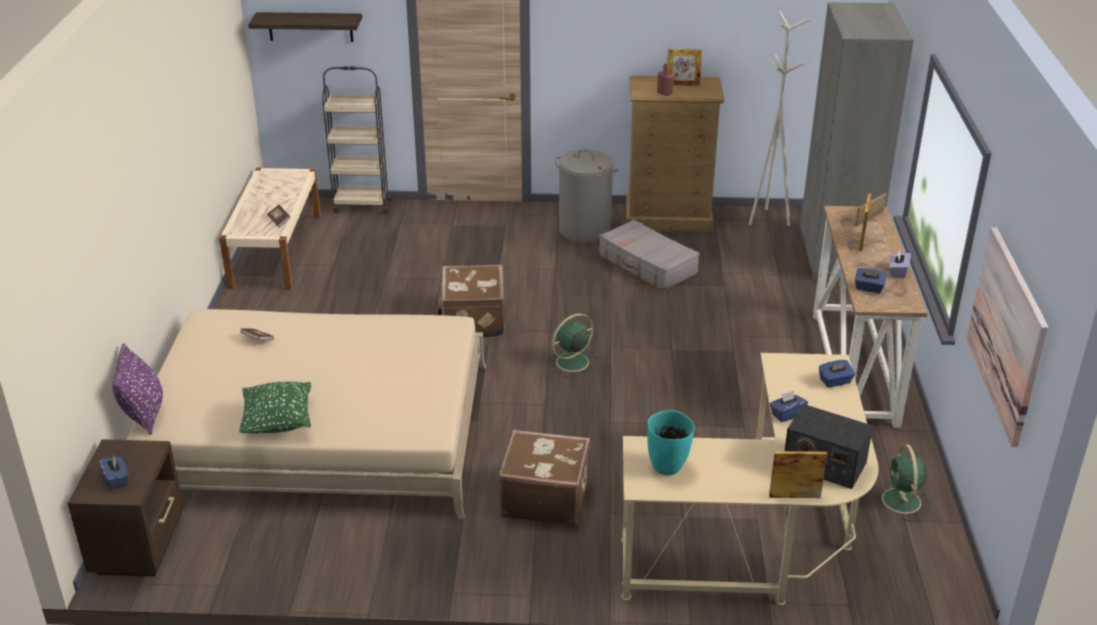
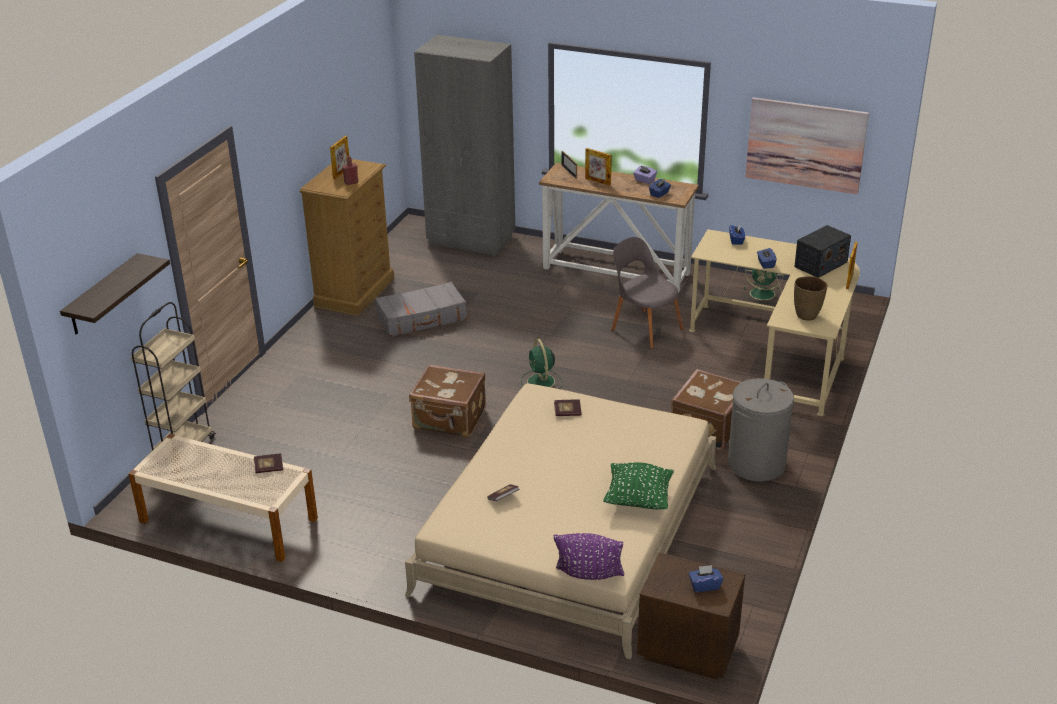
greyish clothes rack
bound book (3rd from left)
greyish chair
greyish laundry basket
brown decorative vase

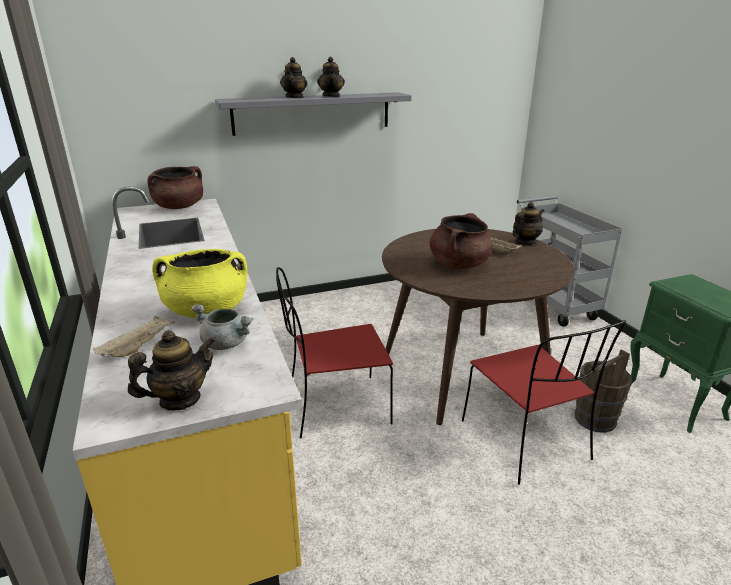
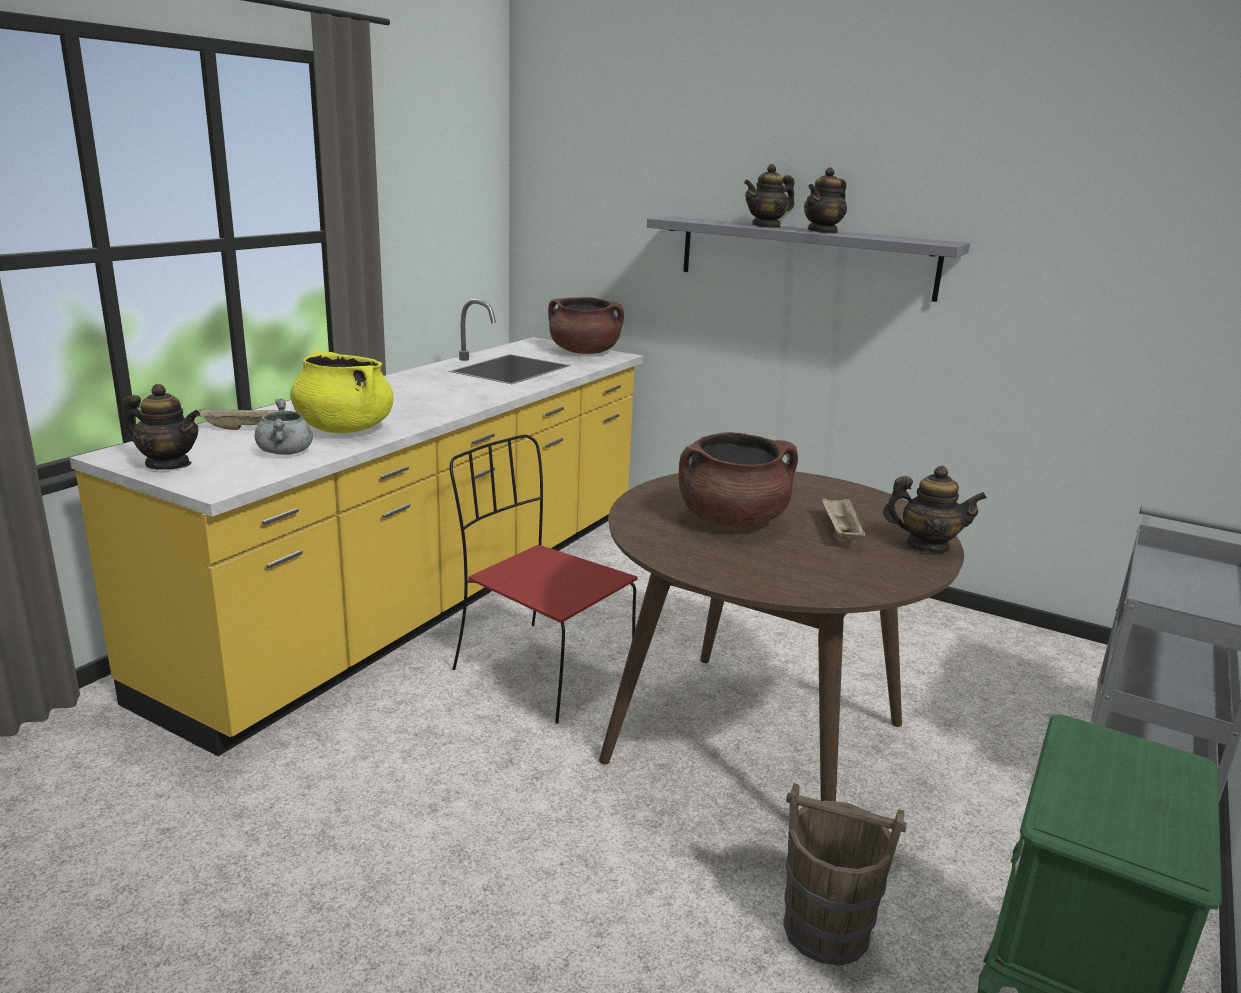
red chair (2nd from left in the first image)

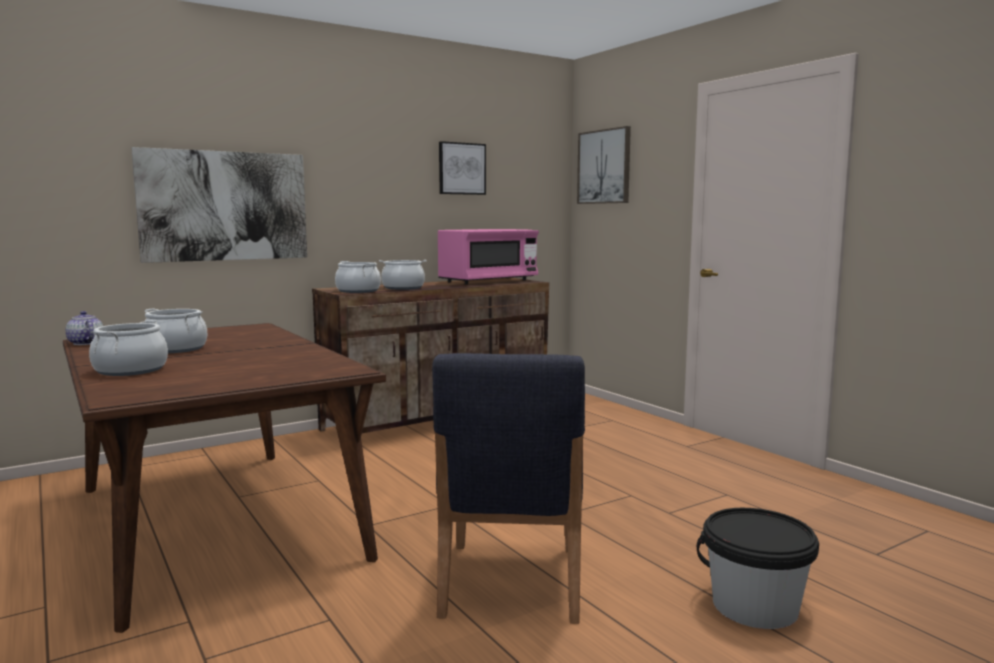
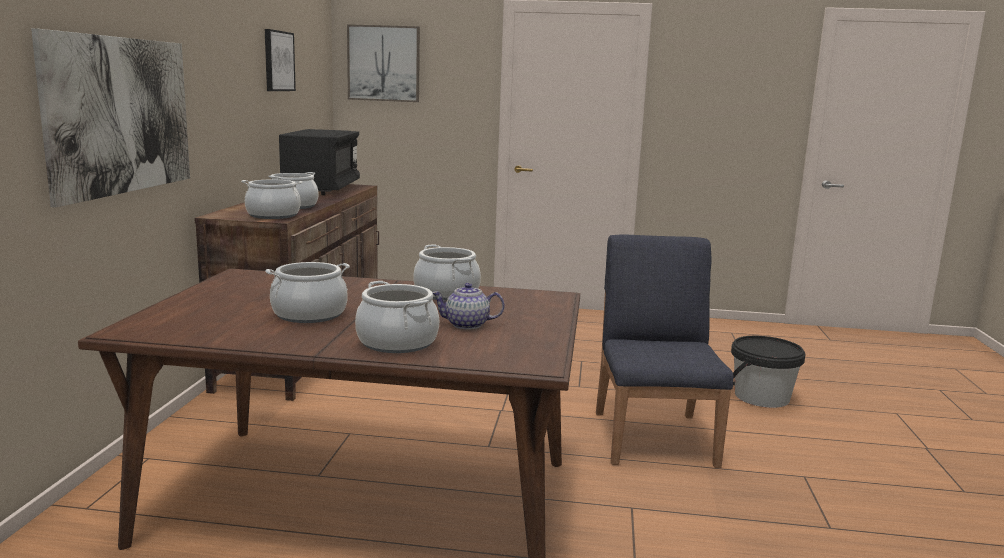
stockpot (5th from left)
pot for tea
black kitchen microwave
blue-coloured chair

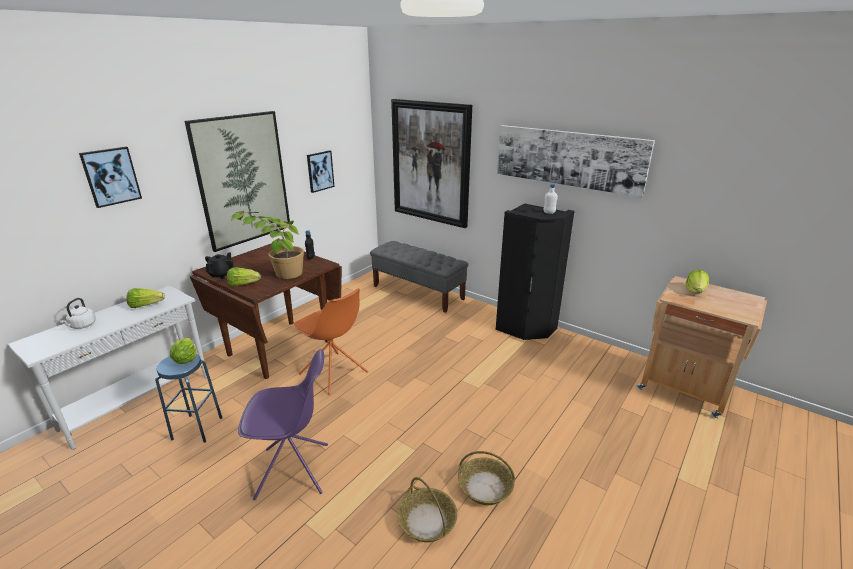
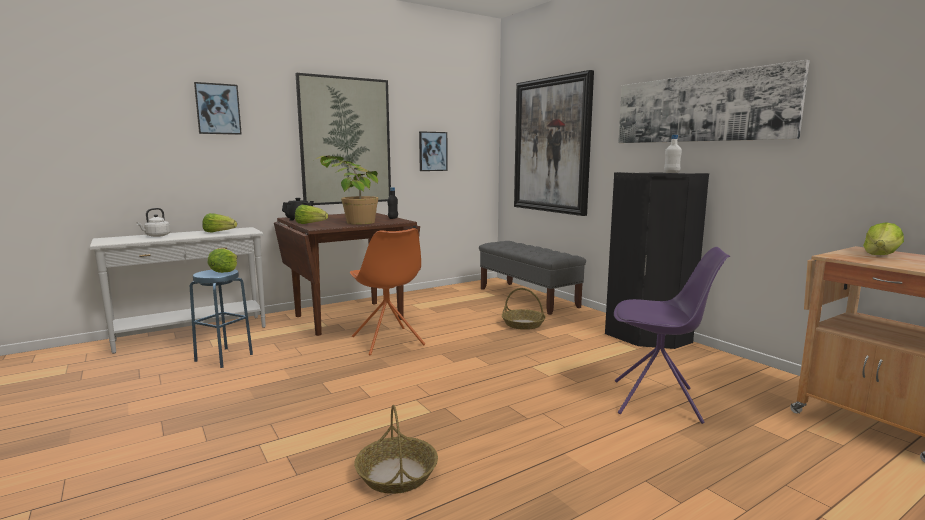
purple chair
household basket (2nd from left)

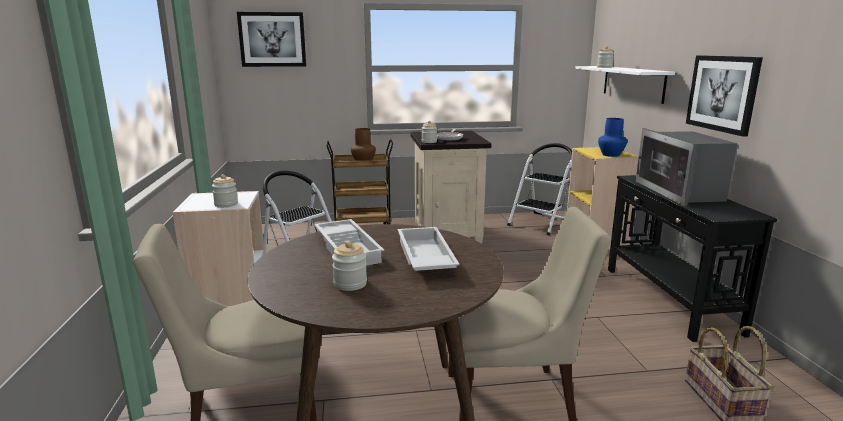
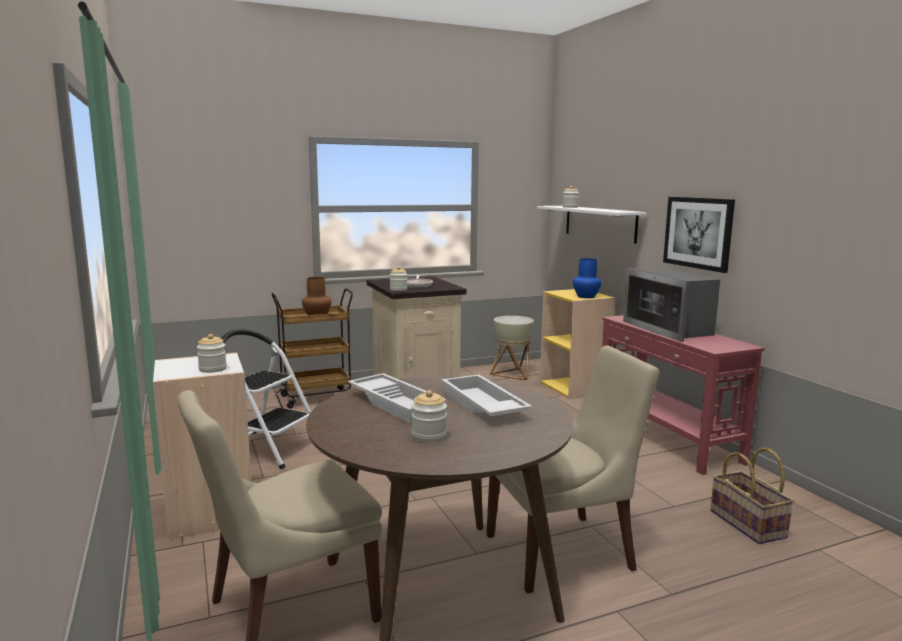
wall art (1st from left in the first image)
plant pot
red hall table

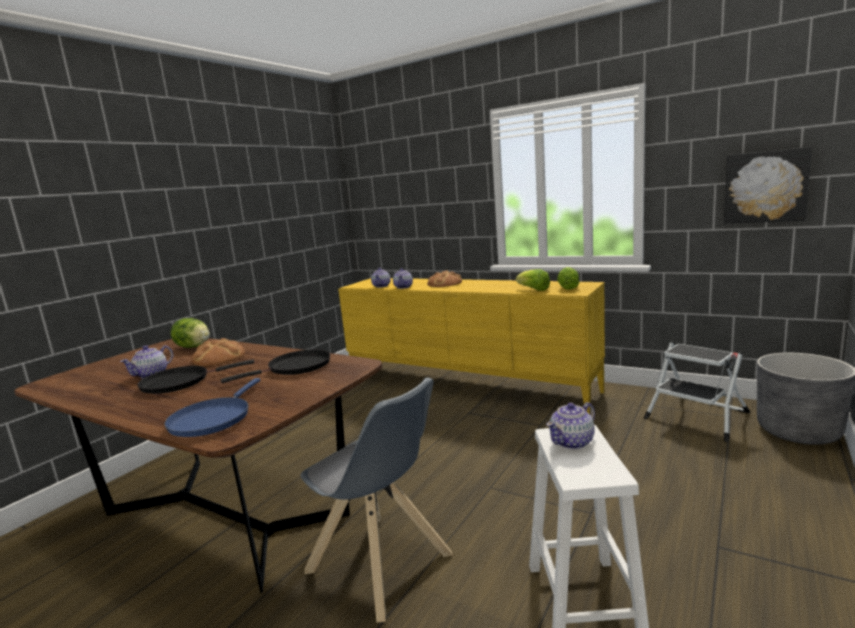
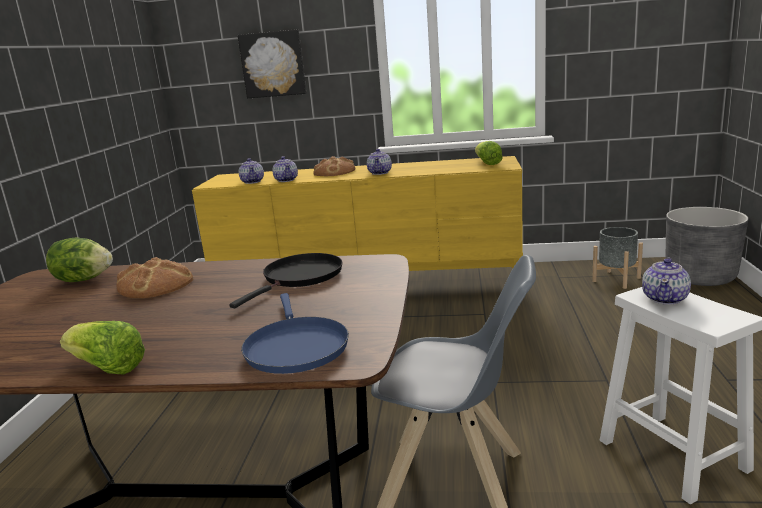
black skillet (1st from left in the first image)
pot for tea (3rd from left)
lettuce head (2nd from left)
wall art
greyish plant pot (1st from left)

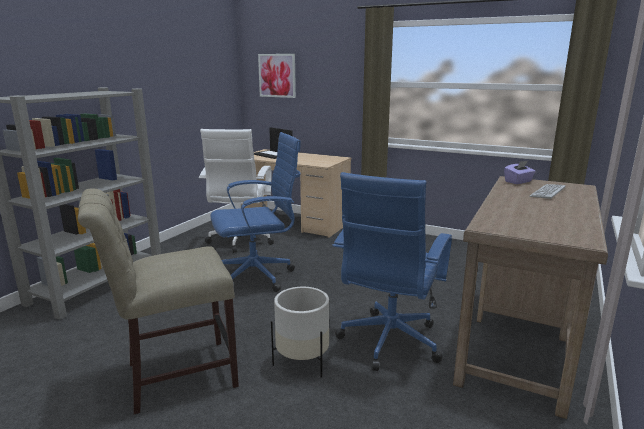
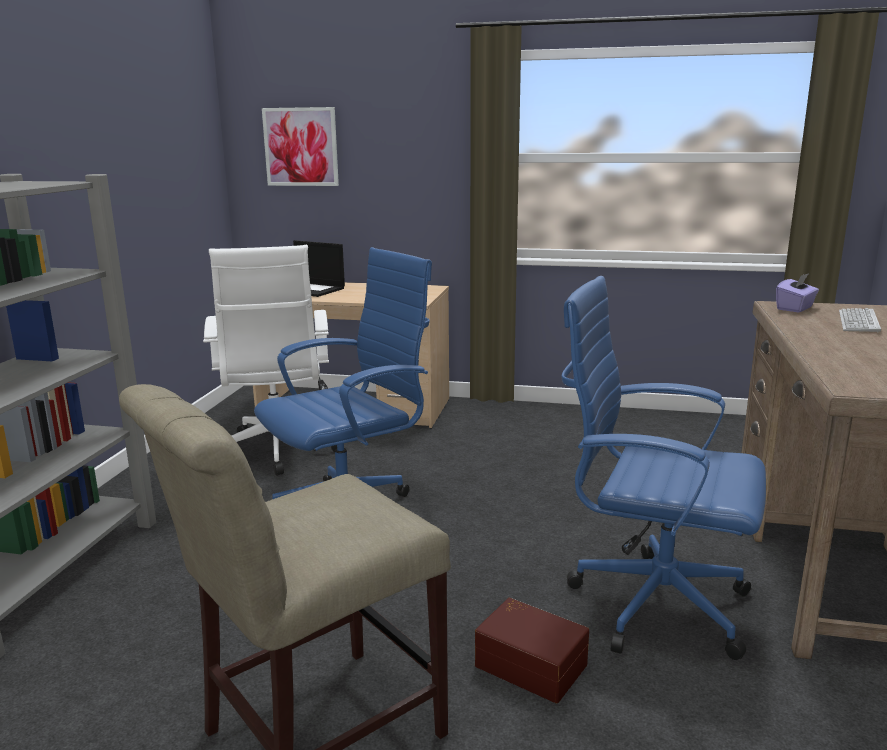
brown storage bin
blue-coloured computer chair (2nd from left)

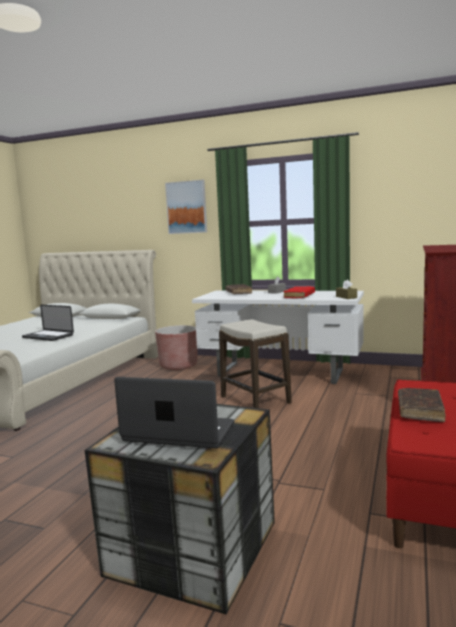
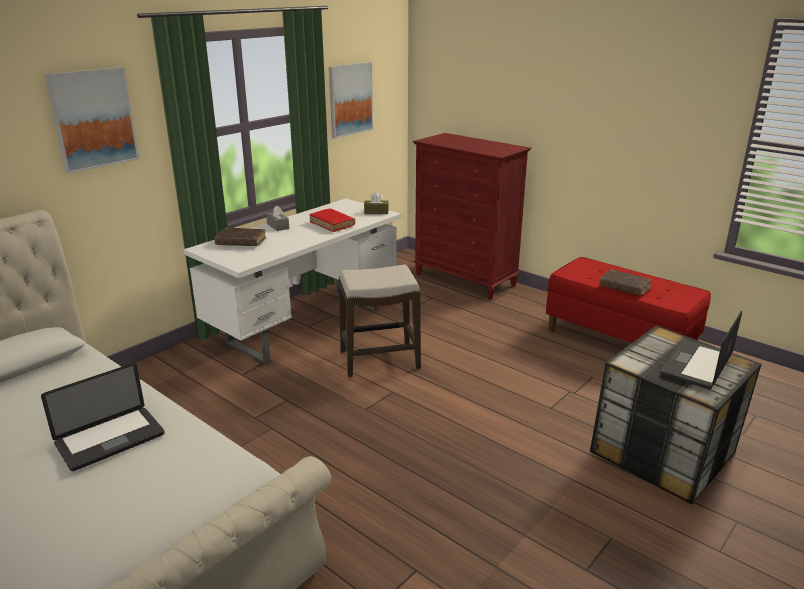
brown plant pot
wall art (2nd from left)

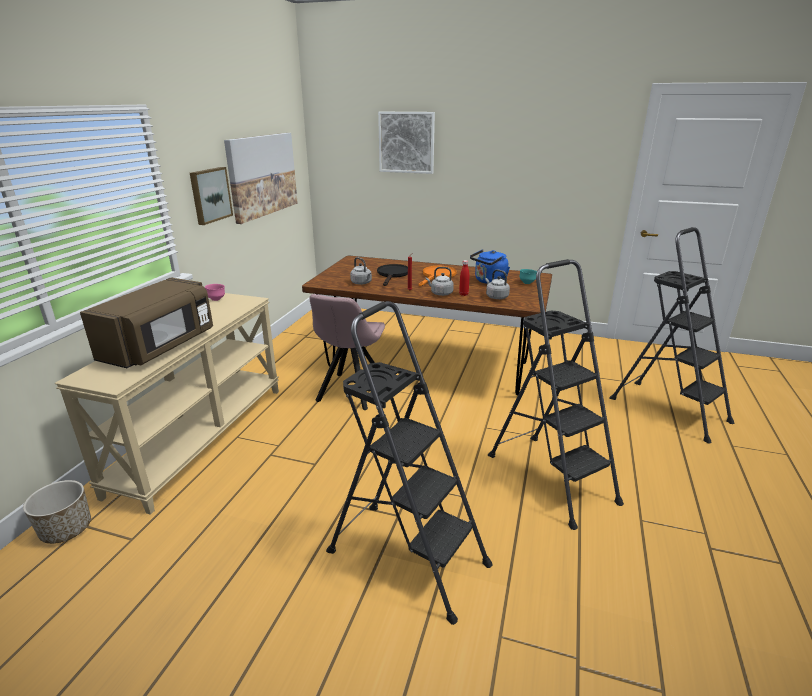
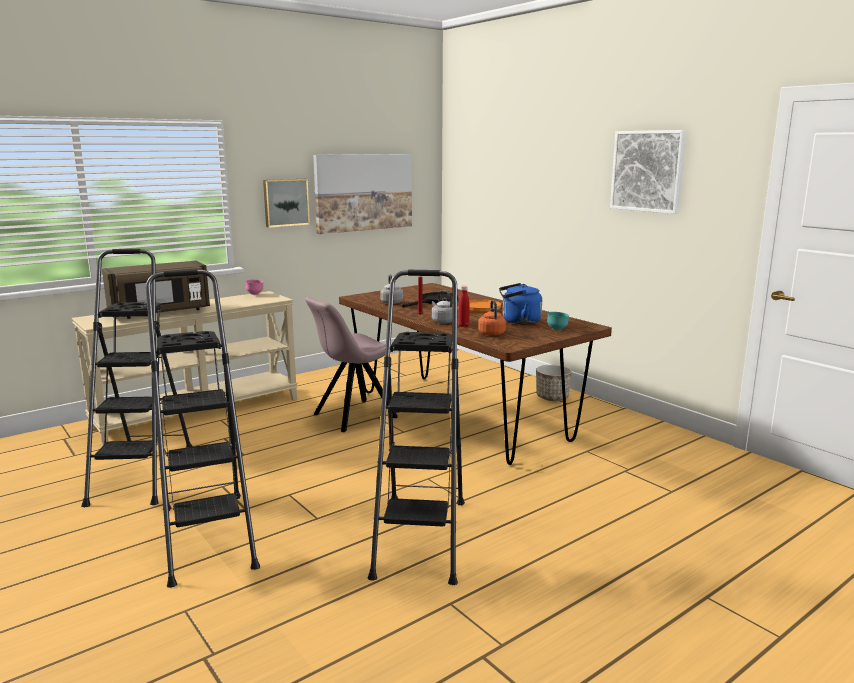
plant pot
wall art (3rd from left)
step ladder (1st from left)
orange-coloured water kettle

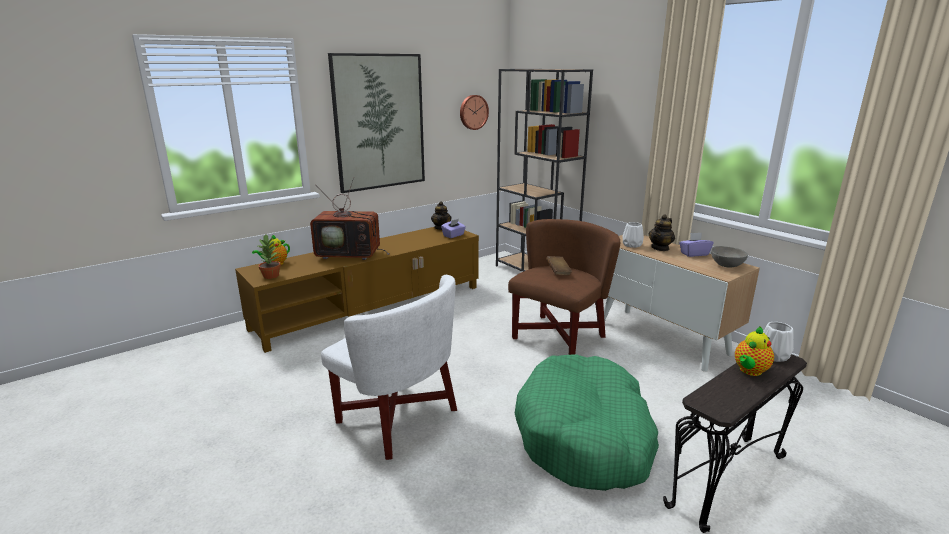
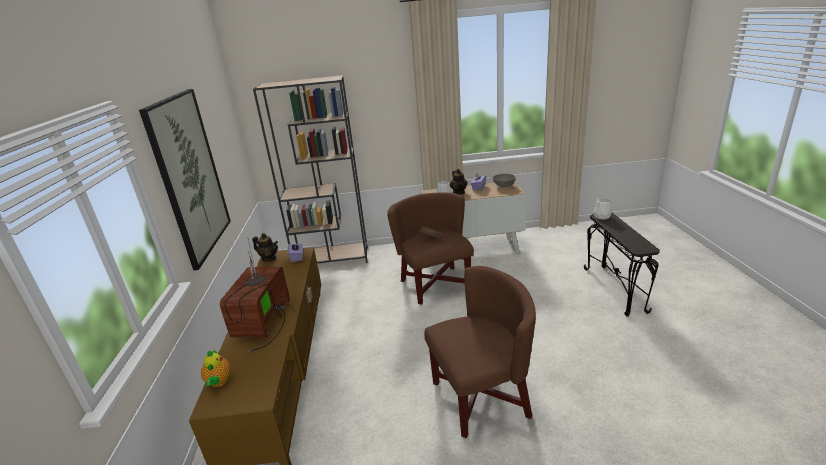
potted plant
hanging clock
green dog cushion
pot for tea (4th from left in the first image)
brown easy chair (2nd from left)
TV set

